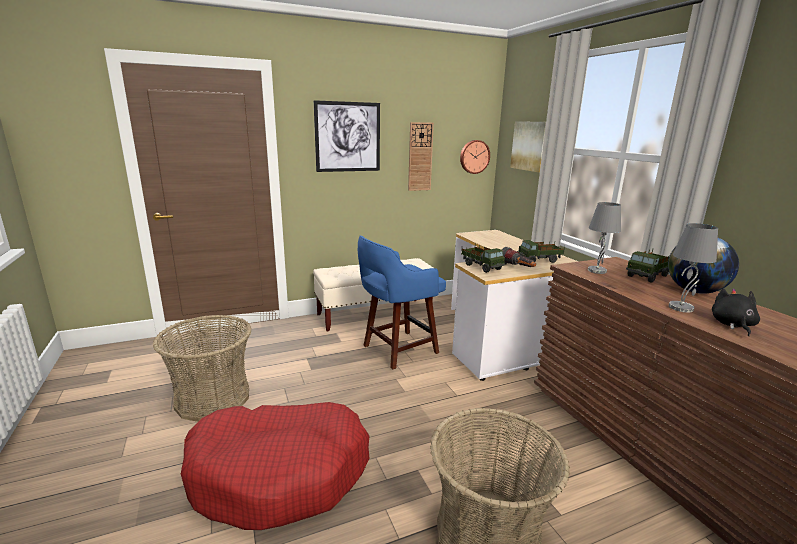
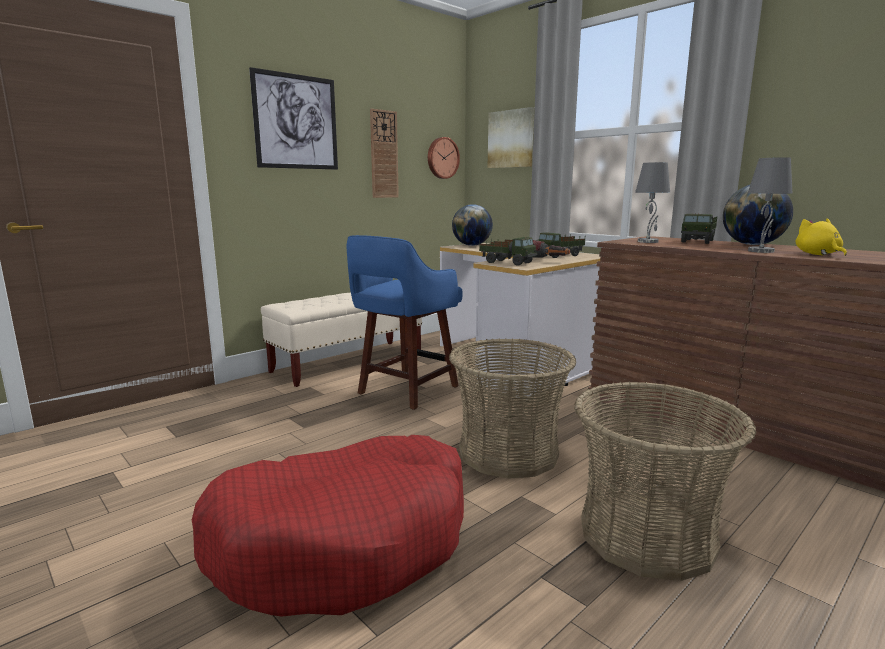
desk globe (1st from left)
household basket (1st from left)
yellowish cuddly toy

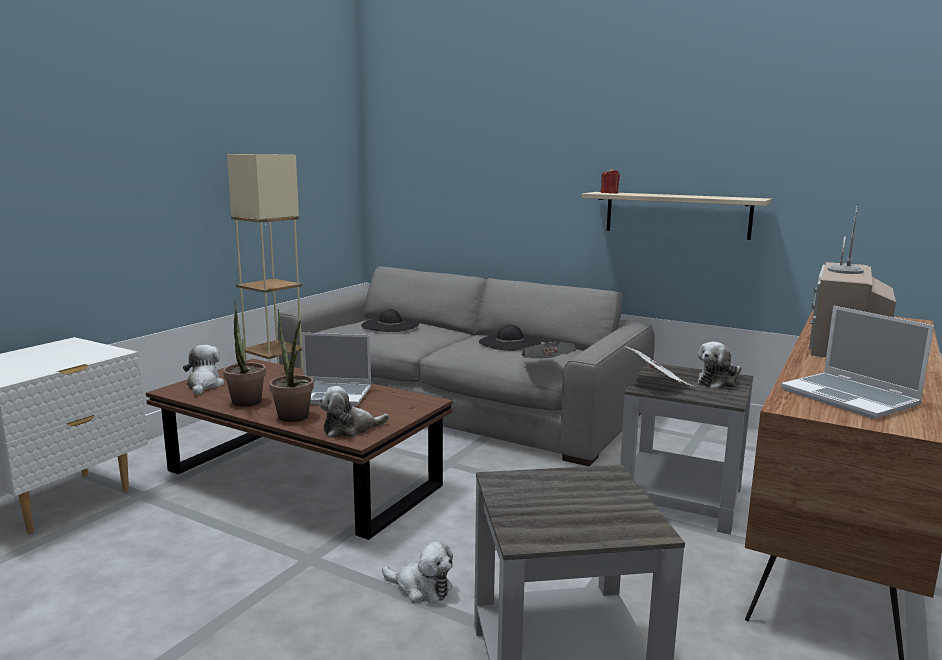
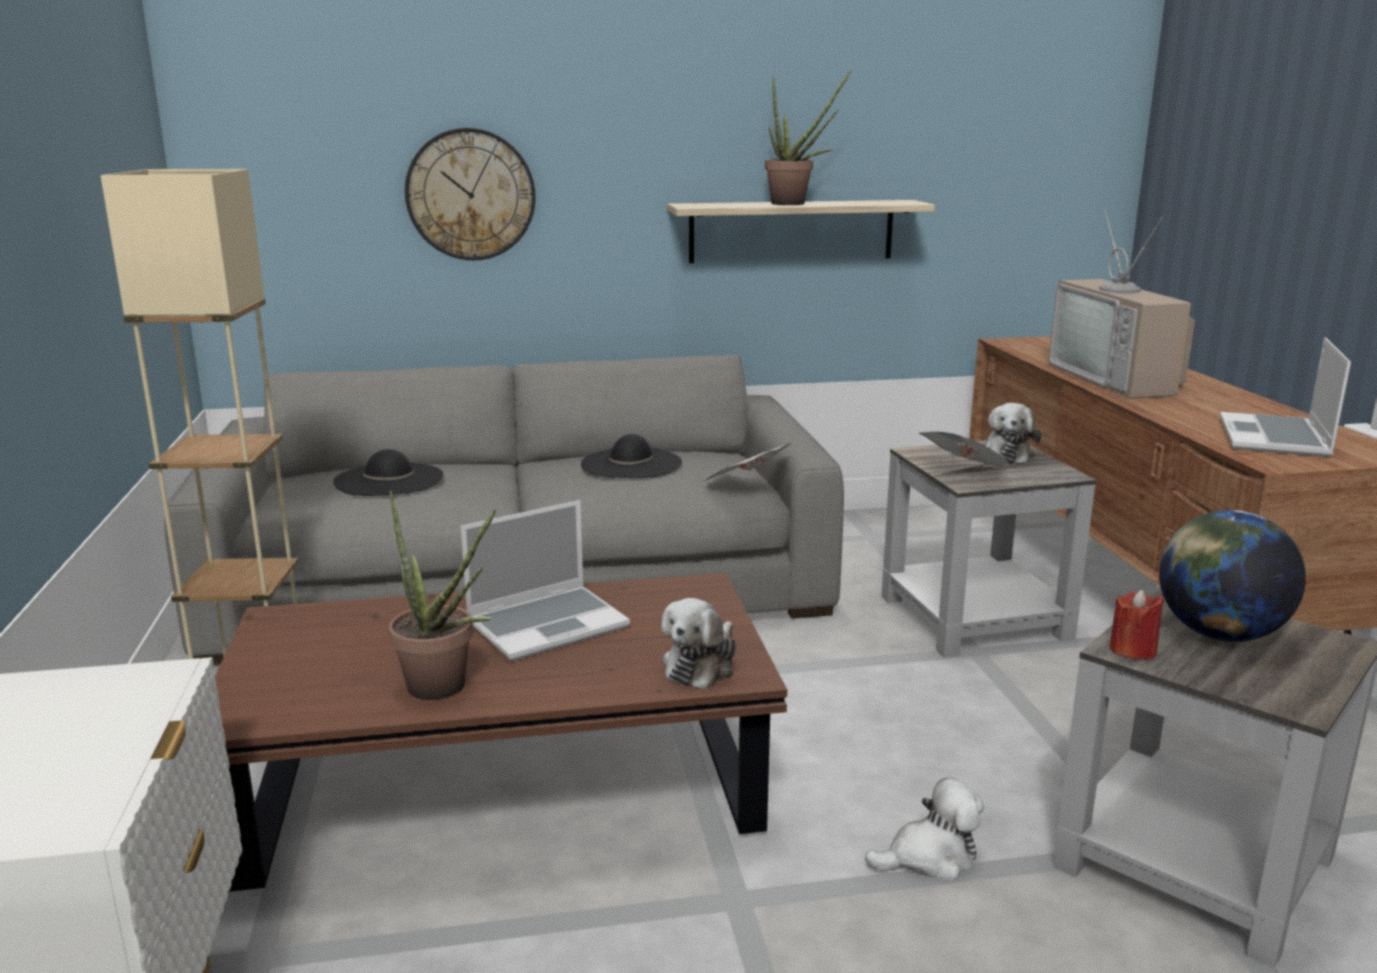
cuddly toy (1st from left in the first image)
hanging clock
desk globe
potted plant (2nd from left)
red candle
notebook computer (2nd from left)

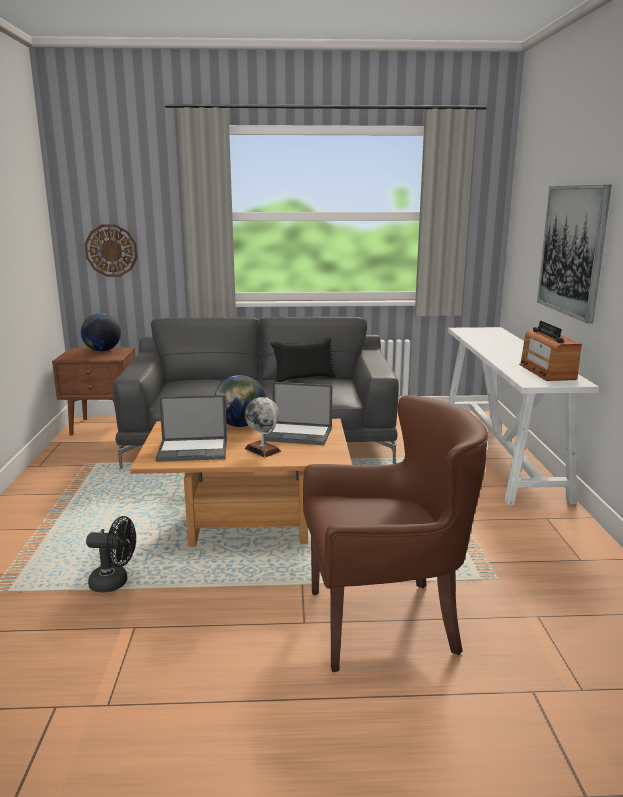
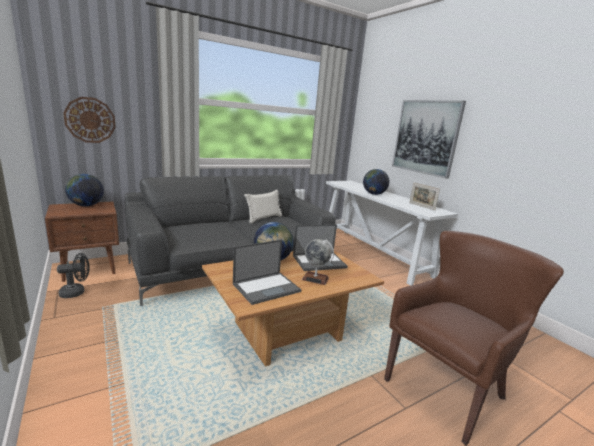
desk globe (4th from left)
black cooling fan
photo frame
white-coloured throw pillow

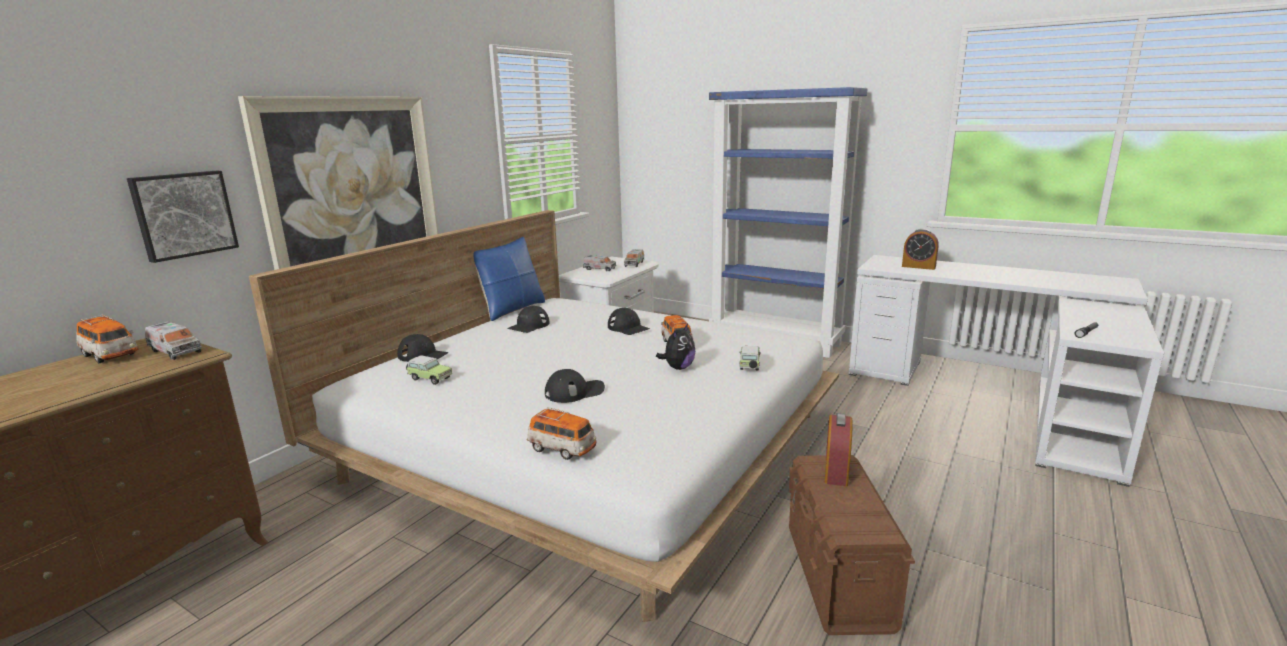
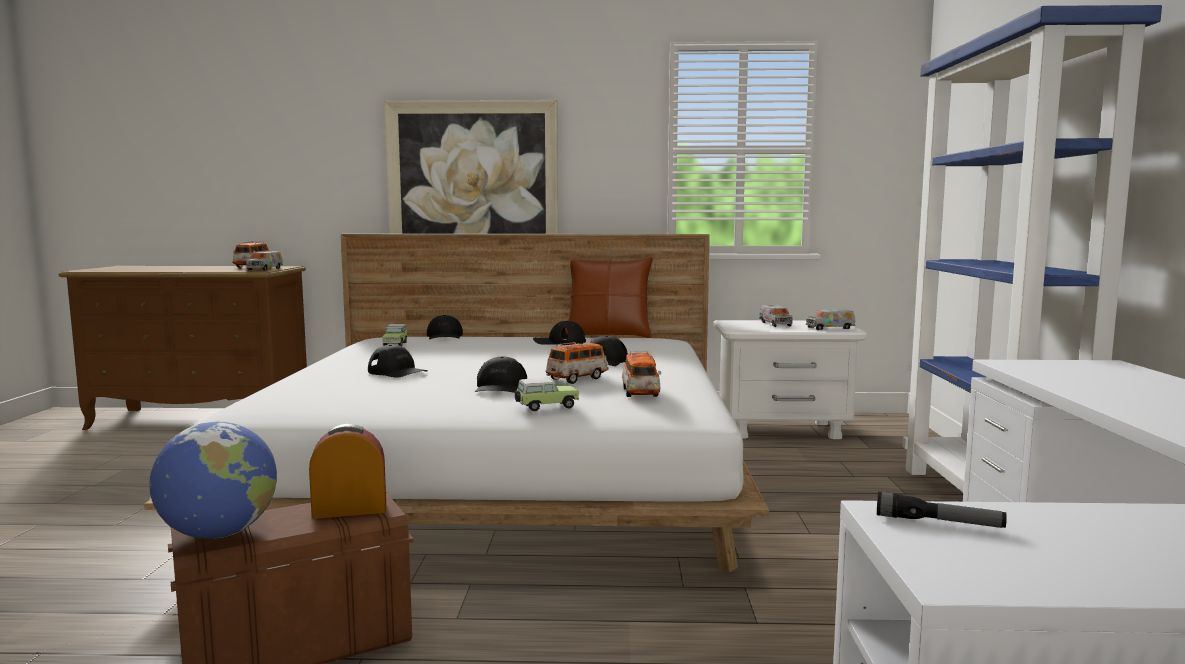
wall art (1st from left in the first image)
bedside clock (2nd from left in the first image)
desk globe
miniature car (5th from left)
black cap (3rd from left)
brown throw pillow

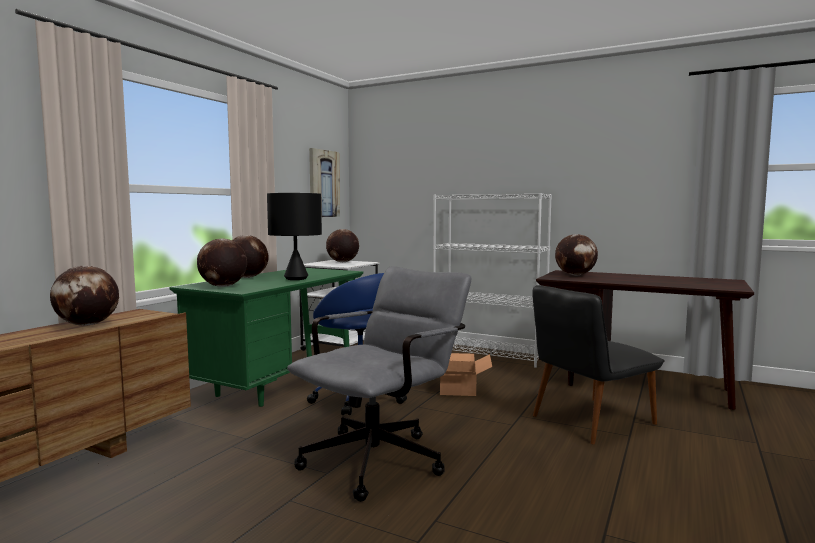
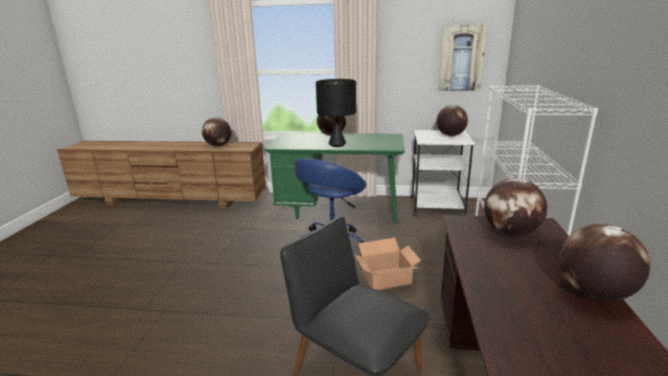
greyish computer chair
desk globe (5th from left)

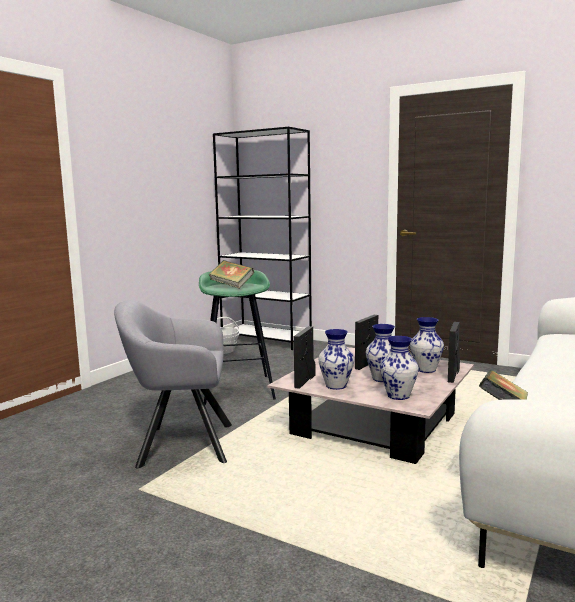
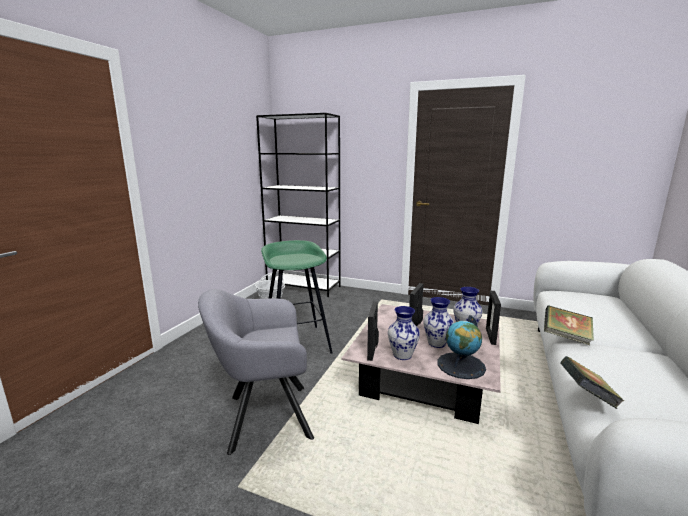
bound book (1st from left)
desk globe

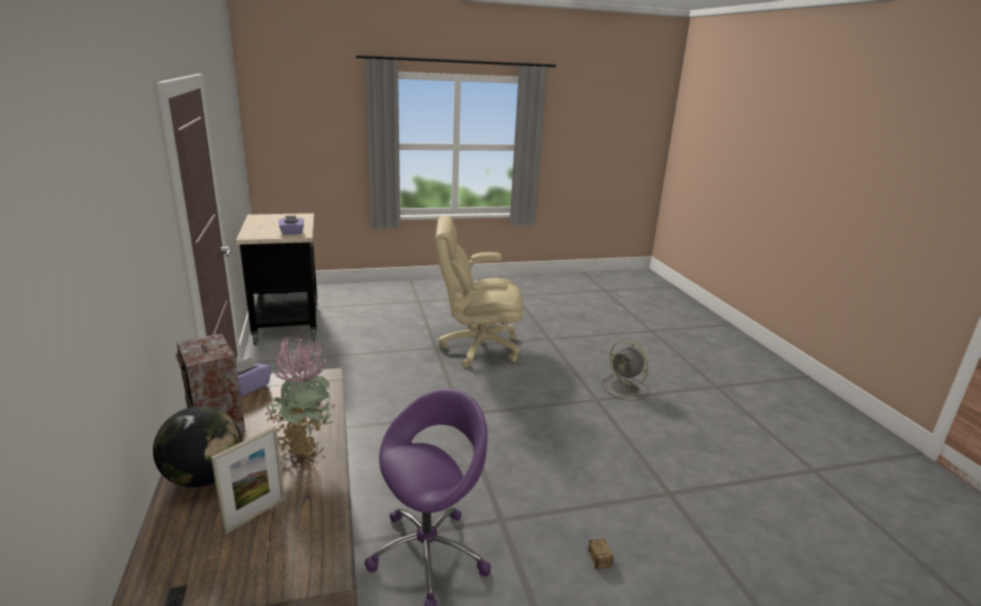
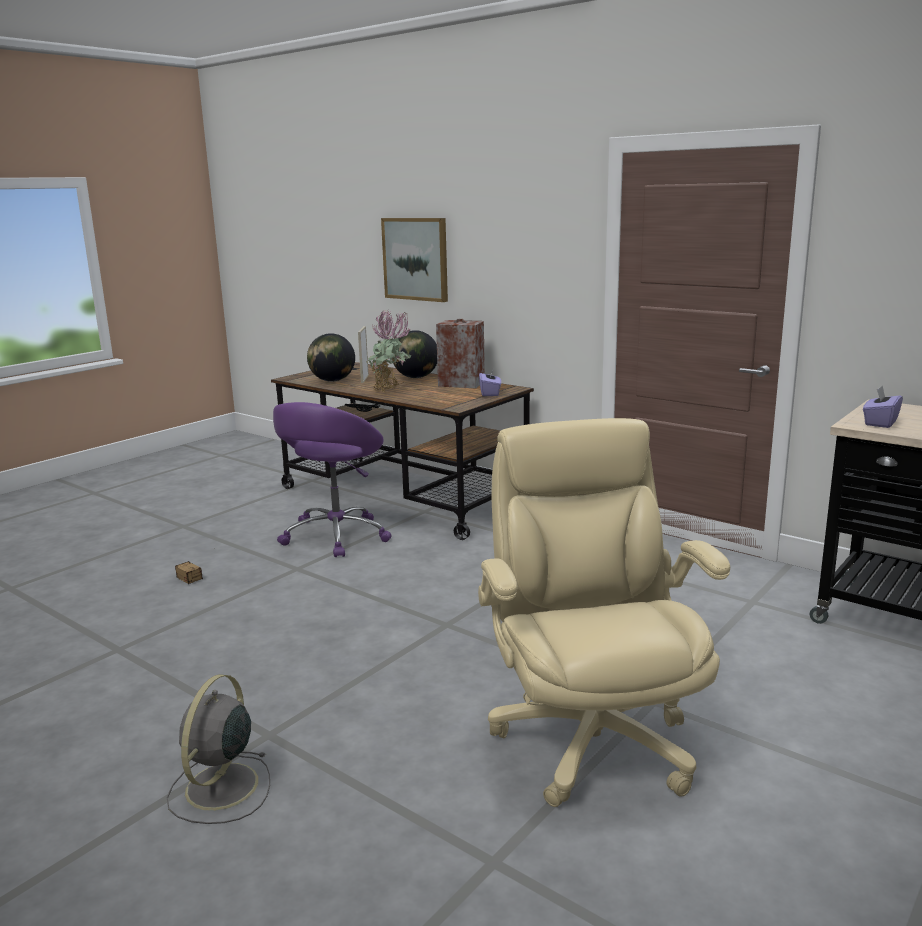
desk globe (1st from left)
wall art
beige-coloured computer chair
greyish cooling fan

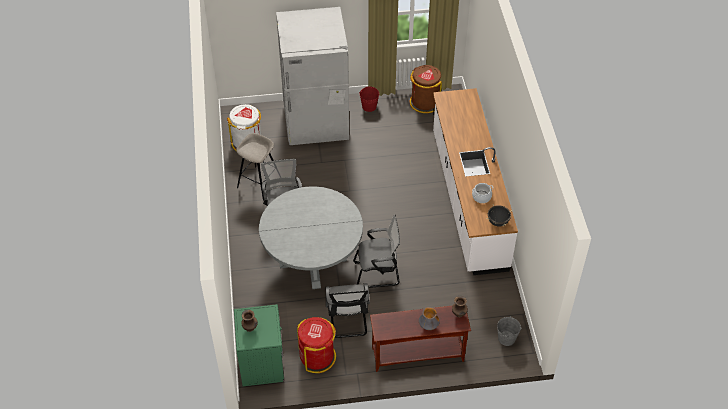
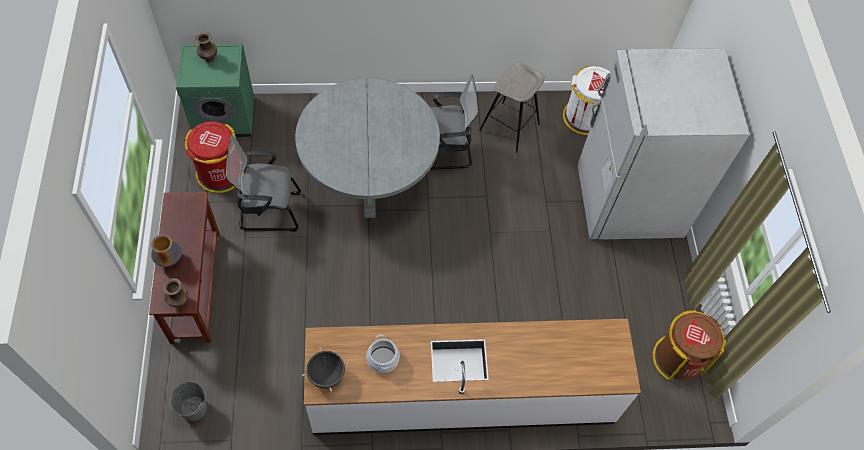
chair (3rd from left in the first image)
red water bucket

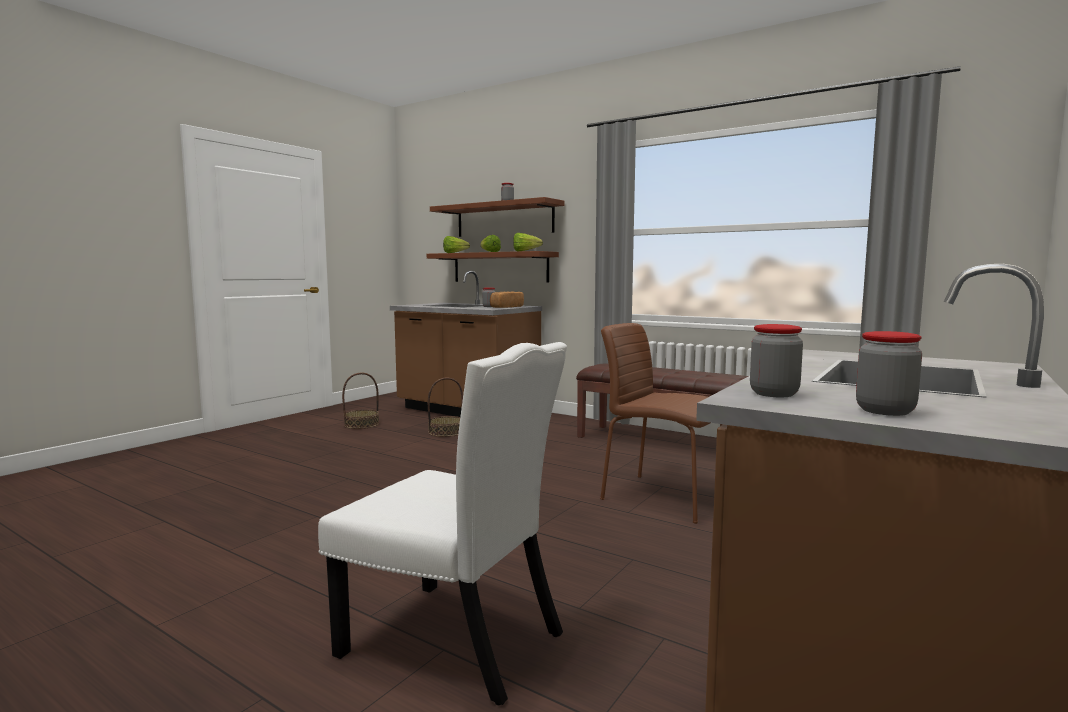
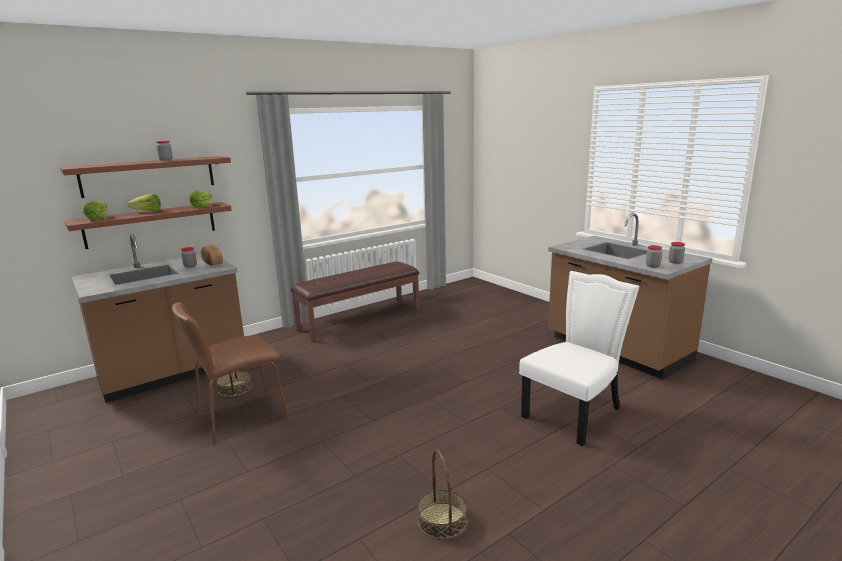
household basket (2nd from left)
brown chair

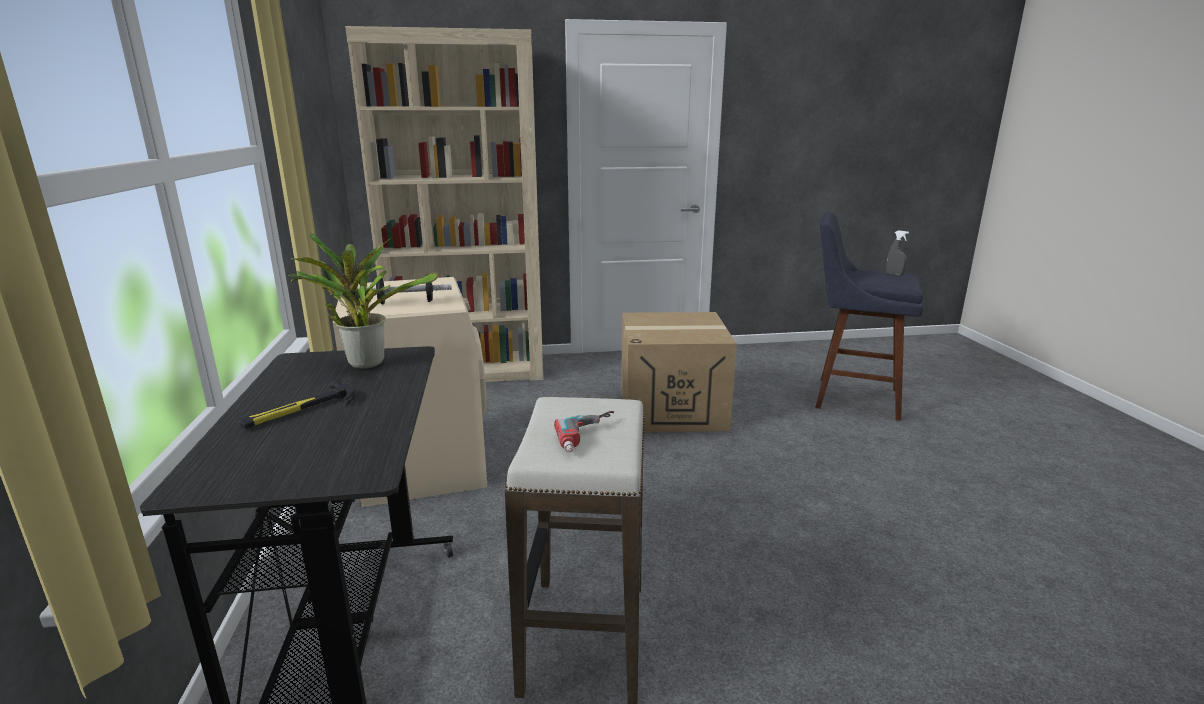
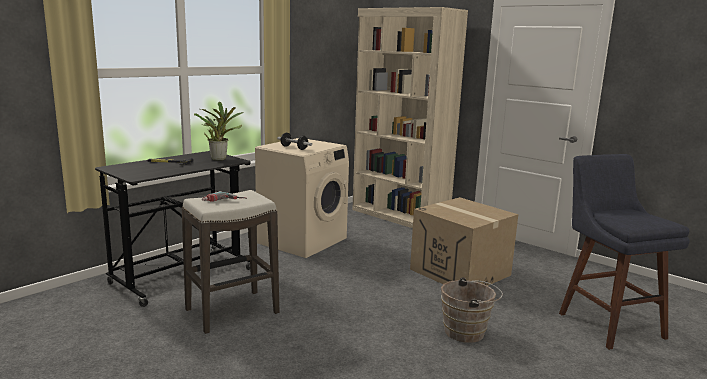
greyish spray bottle
brown water bucket

